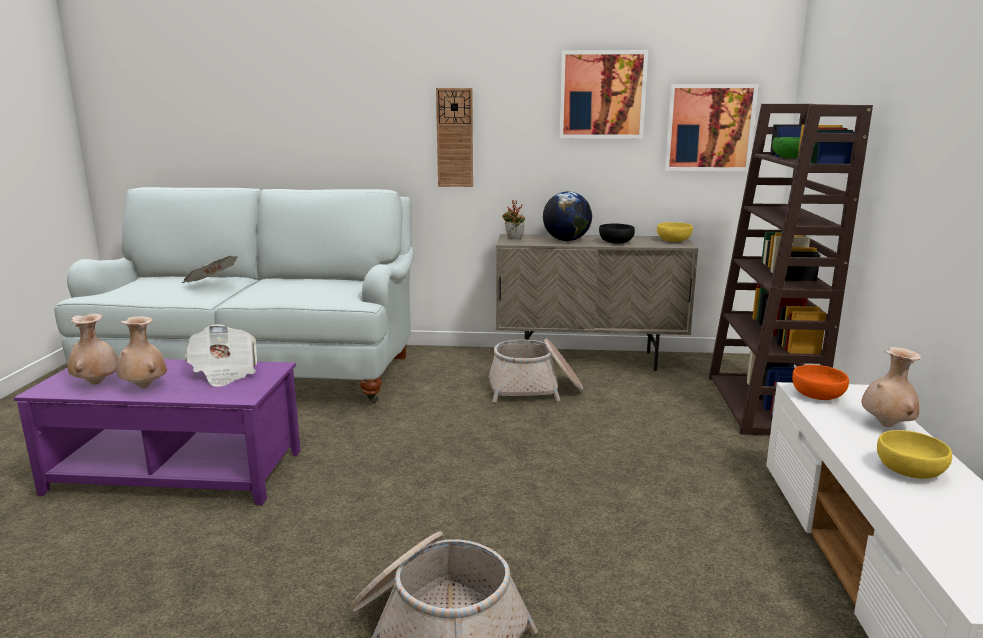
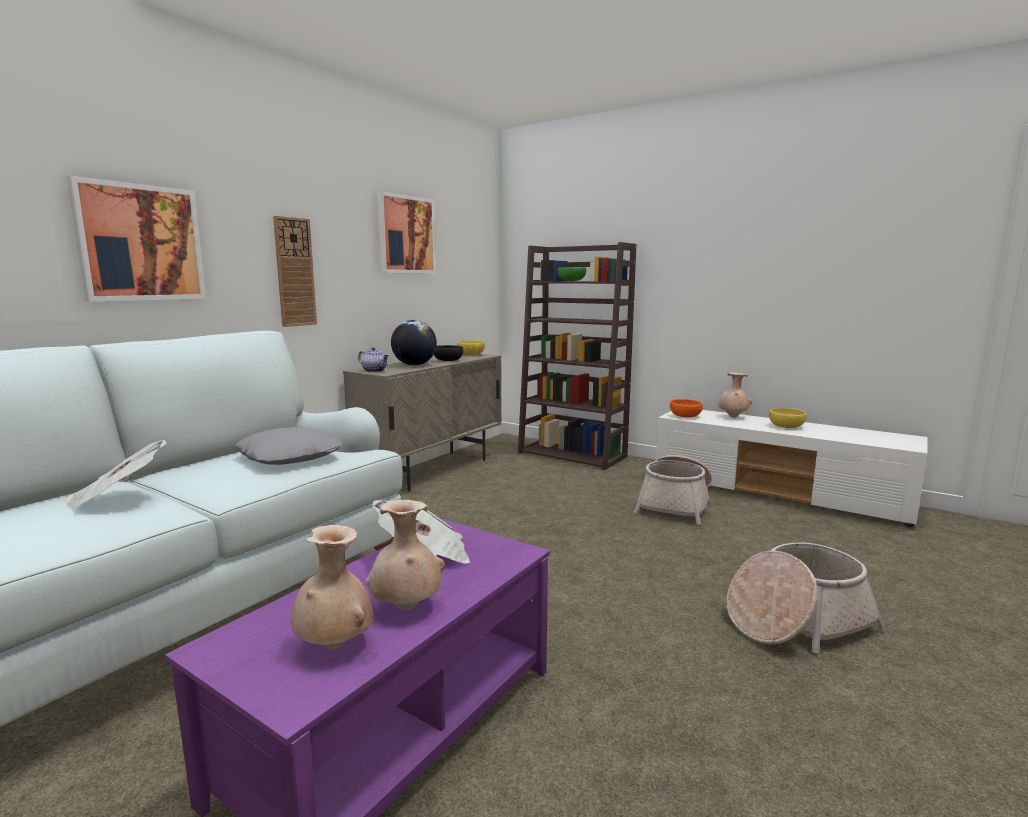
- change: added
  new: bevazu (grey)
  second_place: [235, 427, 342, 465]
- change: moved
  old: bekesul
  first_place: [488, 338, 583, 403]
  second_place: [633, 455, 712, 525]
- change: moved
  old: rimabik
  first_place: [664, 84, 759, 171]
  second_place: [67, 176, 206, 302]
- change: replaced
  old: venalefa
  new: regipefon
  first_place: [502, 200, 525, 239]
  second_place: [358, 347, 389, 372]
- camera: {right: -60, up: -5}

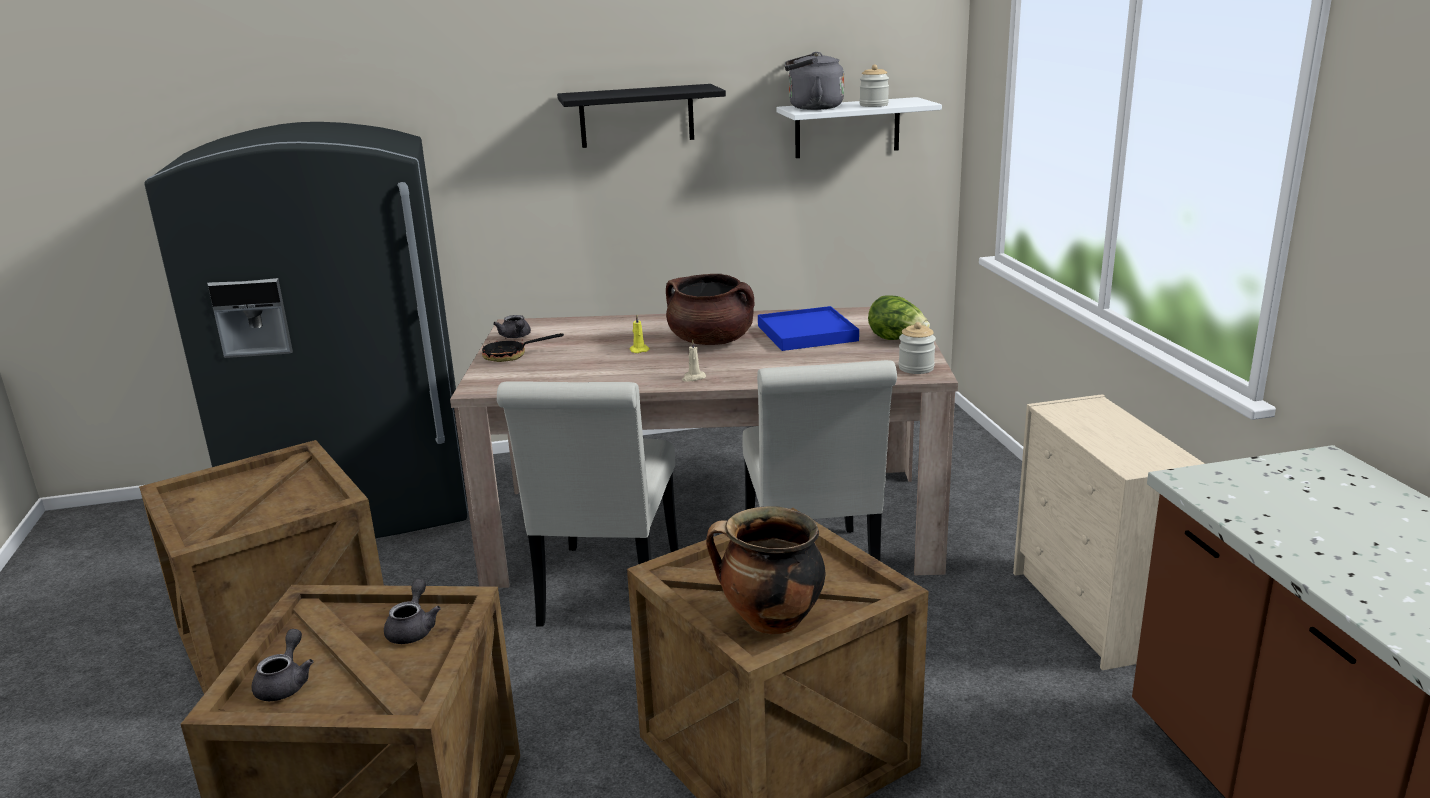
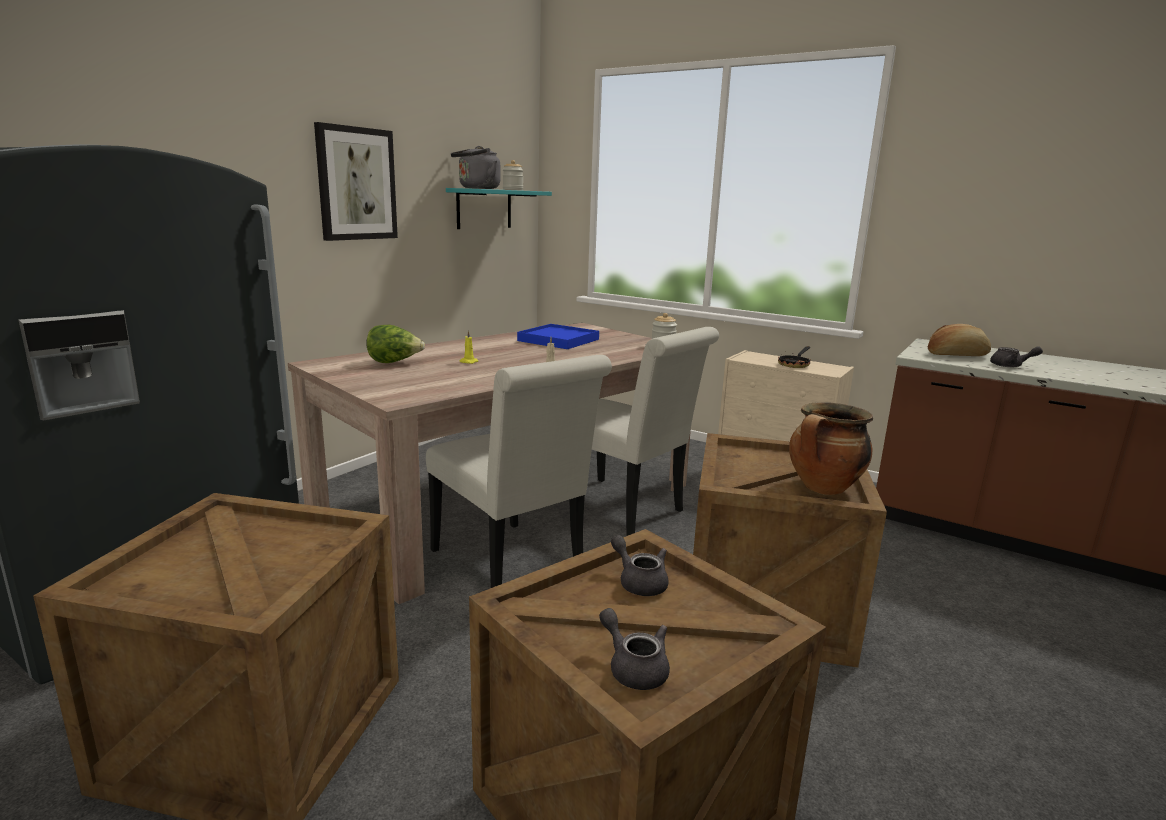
- change: removed
  old: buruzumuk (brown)
  first_place: [666, 274, 754, 345]
- change: added
  new: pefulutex
  second_place: [928, 324, 991, 356]
- change: moved
  old: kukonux
  first_place: [482, 331, 564, 362]
  second_place: [778, 346, 810, 368]
- change: moved
  old: regipefon (grey)
  first_place: [493, 315, 531, 338]
  second_place: [990, 346, 1043, 367]
- change: moved
  old: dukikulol
  first_place: [868, 295, 930, 340]
  second_place: [366, 325, 425, 363]
- change: replaced
  old: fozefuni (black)
  new: rimabik
  first_place: [557, 84, 726, 148]
  second_place: [314, 122, 398, 241]
- change: recoloured
  old: fozefuni (white)
  new: fozefuni (turquoise)
  first_place: [776, 97, 942, 158]
  second_place: [446, 188, 552, 229]
- camera: {right: -45, up: -5}

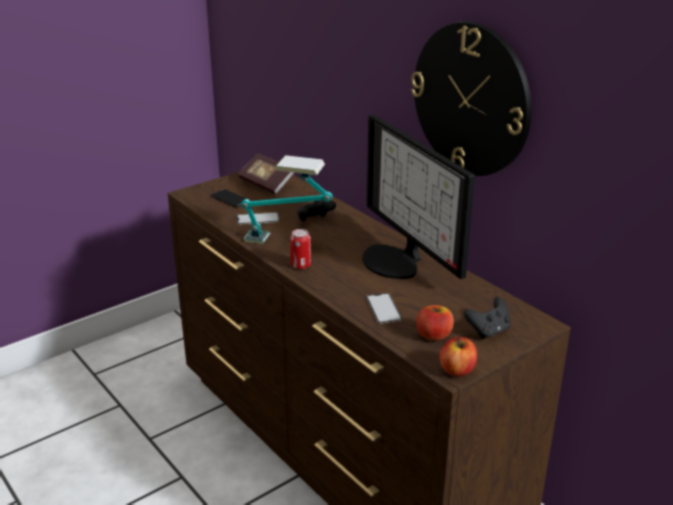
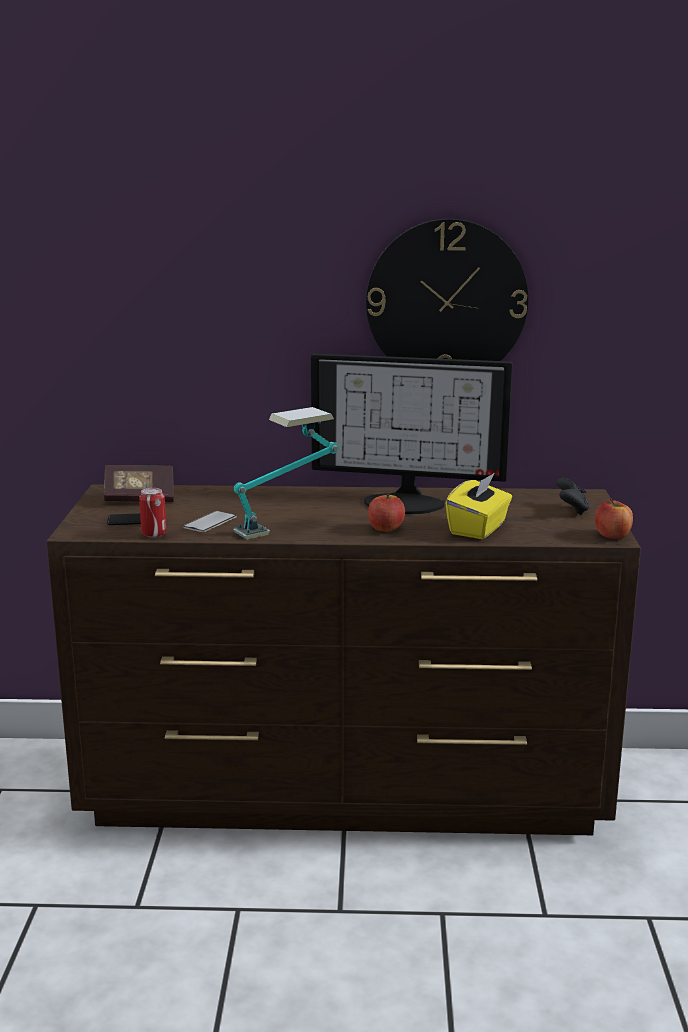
- change: removed
  old: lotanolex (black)
  first_place: [297, 201, 336, 221]
- change: moved
  old: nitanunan
  first_place: [290, 229, 311, 269]
  second_place: [139, 488, 167, 538]
- change: moved
  old: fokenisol
  first_place: [417, 305, 454, 341]
  second_place: [368, 494, 405, 532]
- change: replaced
  old: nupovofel
  new: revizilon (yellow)
  first_place: [366, 293, 402, 324]
  second_place: [445, 473, 512, 539]
- camera: {right: -50, up: -10}

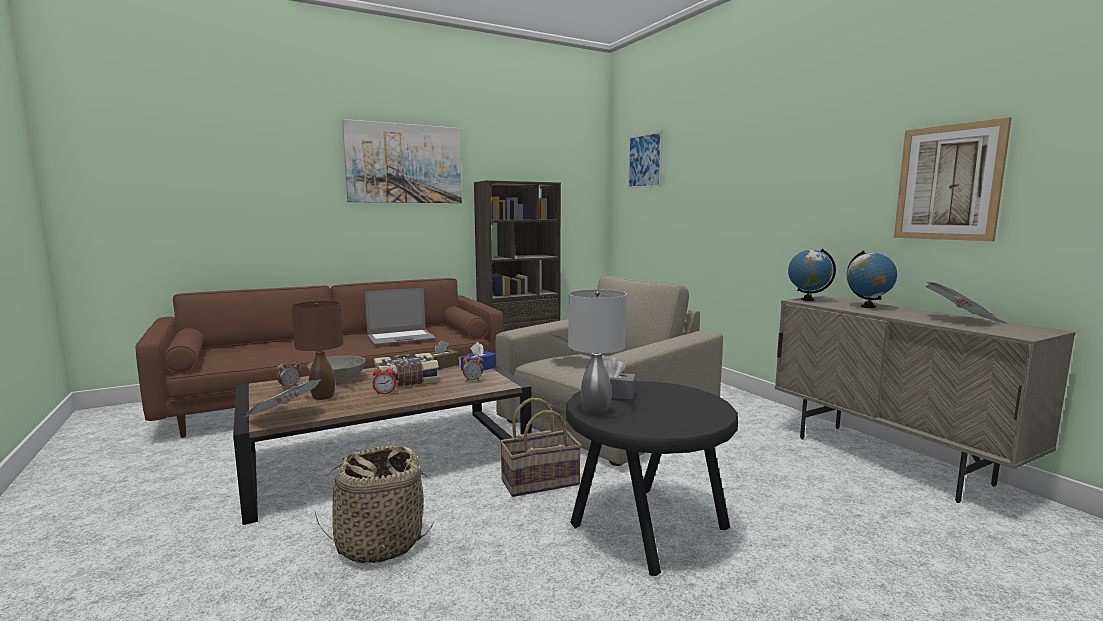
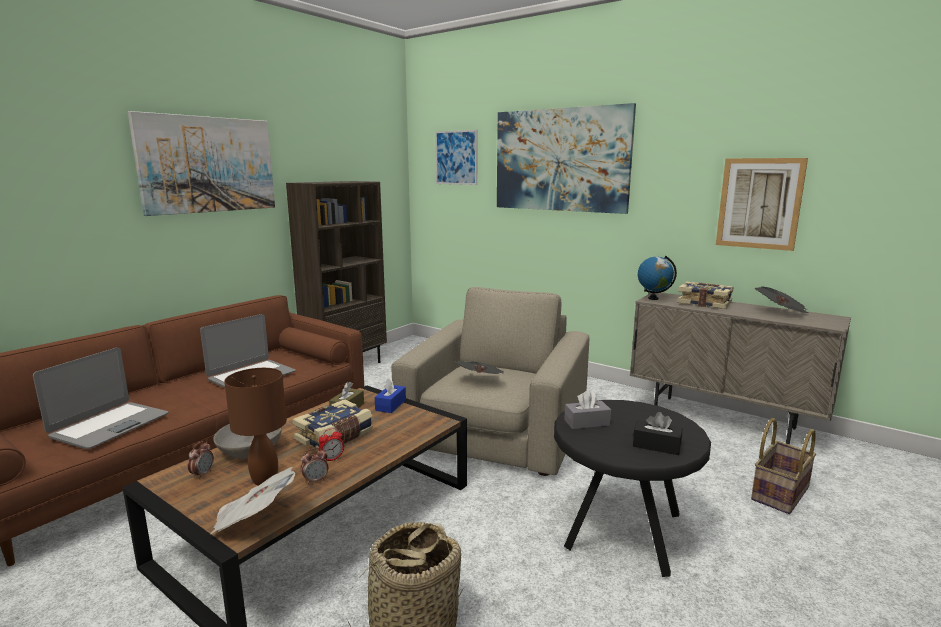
- change: removed
  old: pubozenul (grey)
  first_place: [568, 290, 627, 415]
- change: added
  new: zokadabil
  second_place: [33, 347, 169, 449]
- change: added
  new: rimabik
  second_place: [497, 103, 636, 214]
- change: added
  new: revizilon (black)
  second_place: [633, 412, 682, 455]
- change: moved
  old: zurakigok
  first_place: [463, 353, 483, 381]
  second_place: [301, 448, 328, 484]
- change: moved
  old: bekesul
  first_place: [500, 398, 582, 497]
  second_place: [751, 418, 816, 514]
- change: replaced
  old: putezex
  new: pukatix
  first_place: [847, 250, 897, 308]
  second_place: [677, 282, 733, 309]
- camera: {right: -25, up: 5}

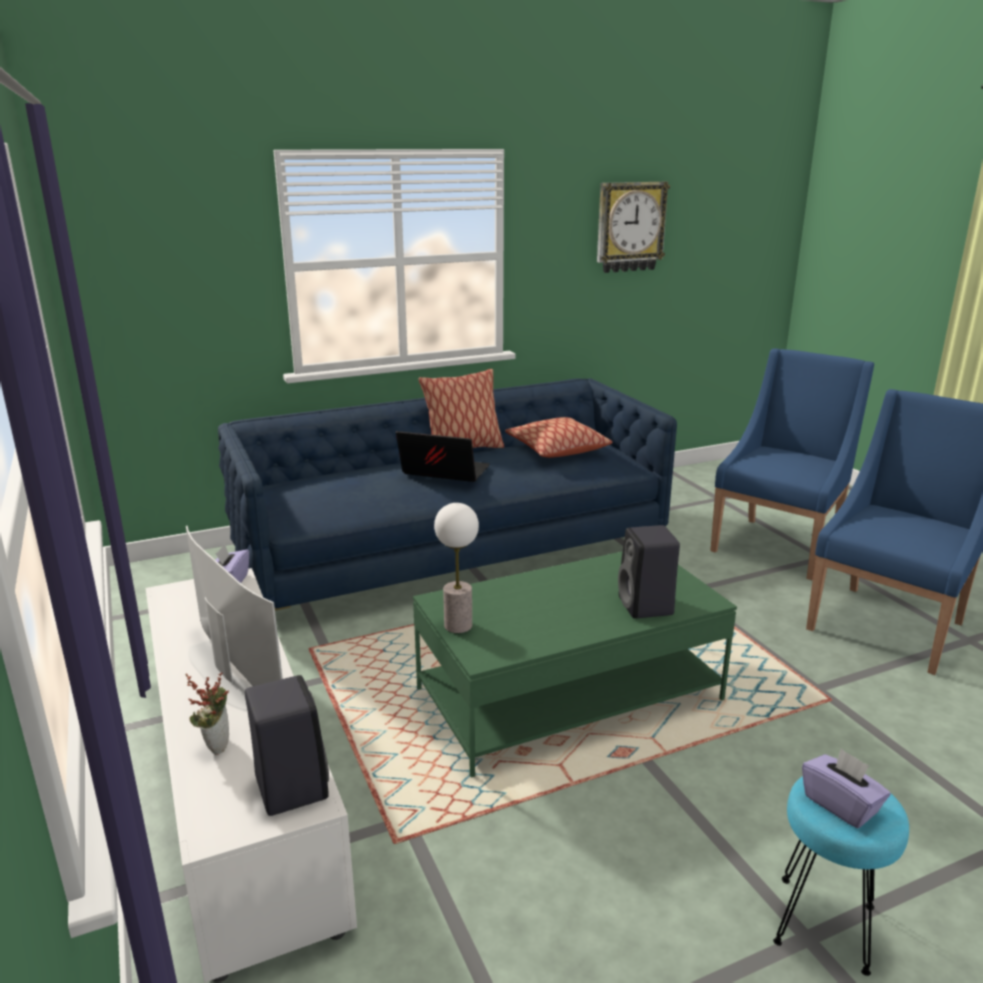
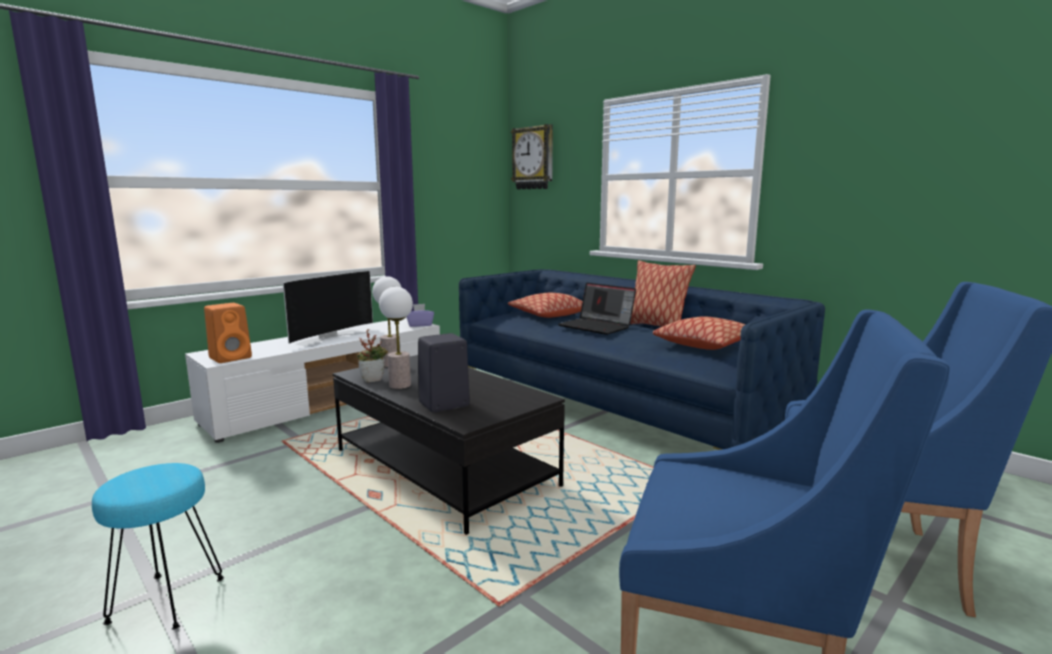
- change: removed
  old: revizilon (purple)
  first_place: [802, 748, 890, 828]
- change: added
  new: pubozenul
  second_place: [379, 287, 413, 389]
- change: added
  new: bevazu
  second_place: [508, 293, 583, 318]
- change: moved
  old: venalefa
  first_place: [186, 673, 229, 755]
  second_place: [357, 329, 388, 382]
- change: moved
  old: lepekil
  first_place: [597, 182, 670, 273]
  second_place: [511, 124, 553, 189]
- change: recoloured
  old: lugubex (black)
  new: lugubex (orange)
  first_place: [245, 675, 329, 816]
  second_place: [204, 303, 252, 363]
- change: recoloured
  old: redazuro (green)
  new: redazuro (black)
  first_place: [413, 552, 737, 778]
  second_place: [333, 355, 565, 535]
- change: turned
  old: zokadabil
  first_place: [396, 431, 490, 482]
  second_place: [558, 283, 636, 335]
  degrees: 135
- camera: {right: 70, up: -10}

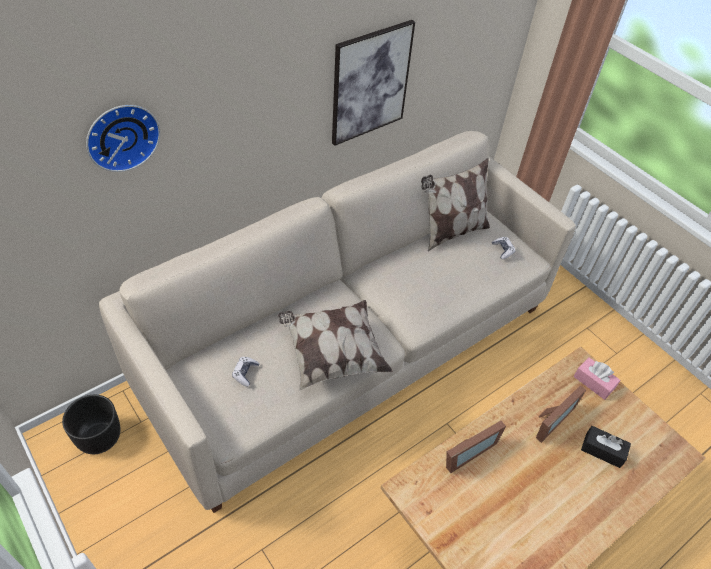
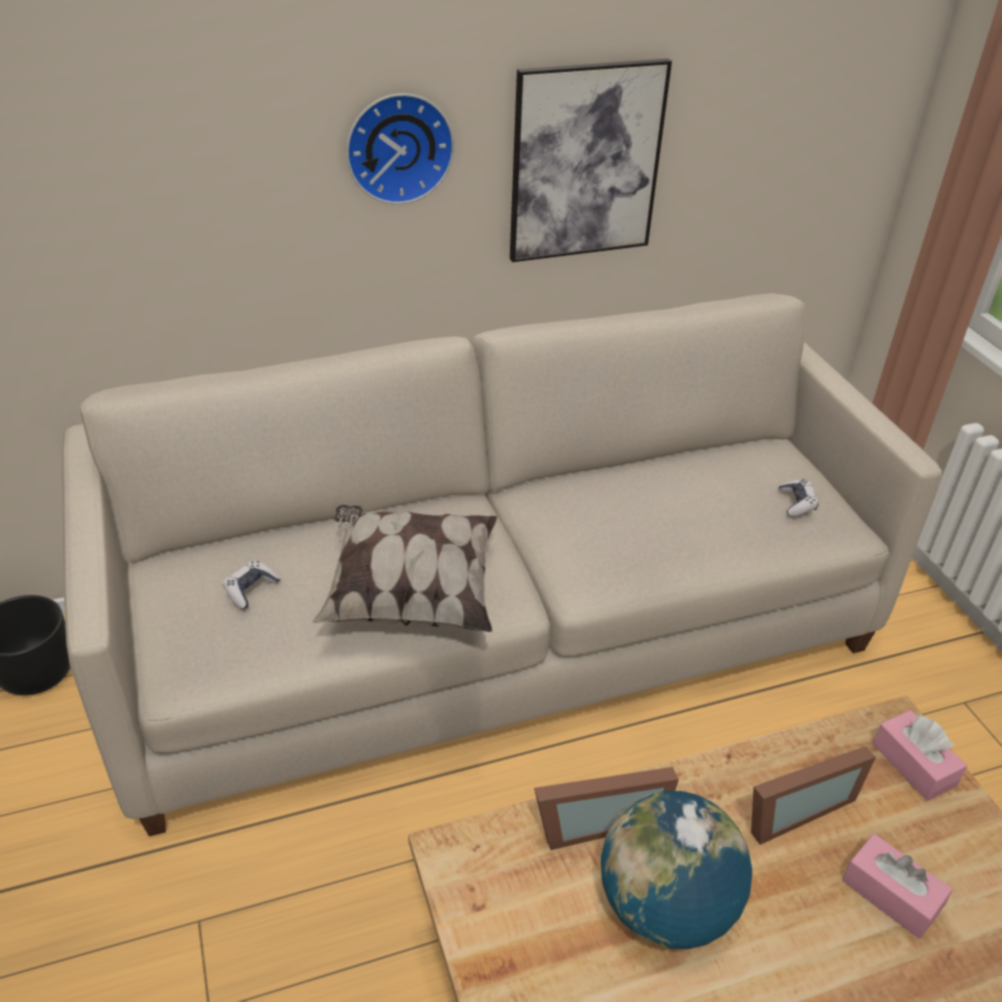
- change: removed
  old: bevazu
  first_place: [421, 158, 490, 251]
- change: added
  new: putezex
  second_place: [601, 791, 752, 949]
- change: moved
  old: lepekil
  first_place: [86, 105, 160, 172]
  second_place: [346, 93, 454, 204]
- change: recoloured
  old: revizilon (black)
  new: revizilon (pink)
  first_place: [581, 426, 631, 468]
  second_place: [842, 833, 952, 939]
- camera: {right: 20, up: -10}

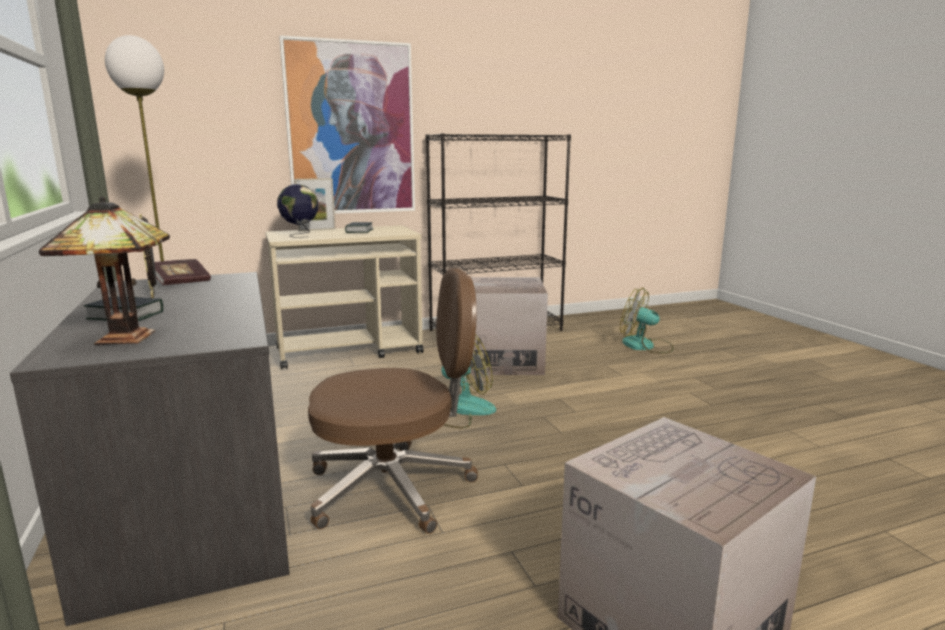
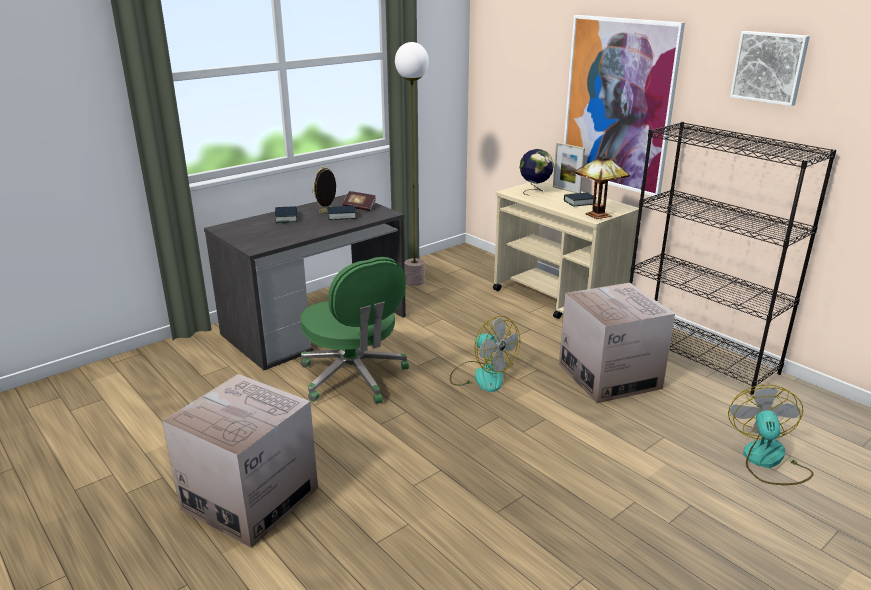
- change: added
  new: pukatix
  second_place: [327, 206, 356, 220]
- change: added
  new: rimabik
  second_place: [730, 31, 810, 106]
- change: moved
  old: pubozenul
  first_place: [39, 197, 170, 345]
  second_place: [575, 154, 630, 219]
- change: recoloured
  old: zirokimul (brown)
  new: zirokimul (green)
  first_place: [308, 268, 478, 534]
  second_place: [300, 257, 409, 404]
- camera: {right: 70, up: 10}

